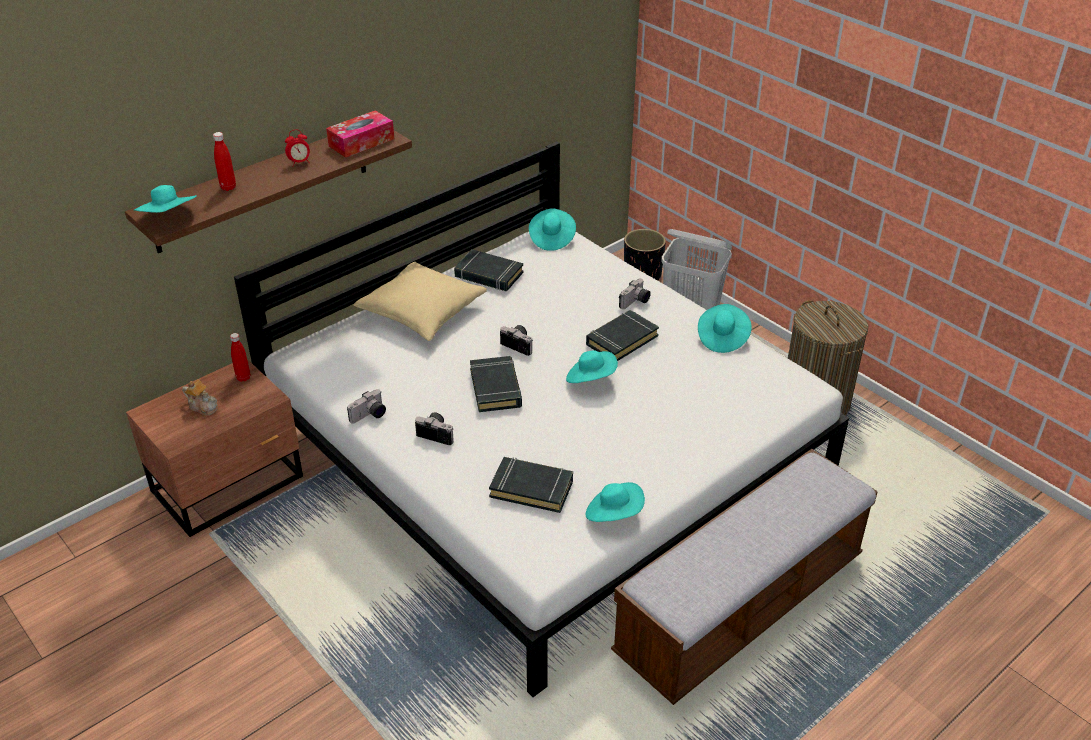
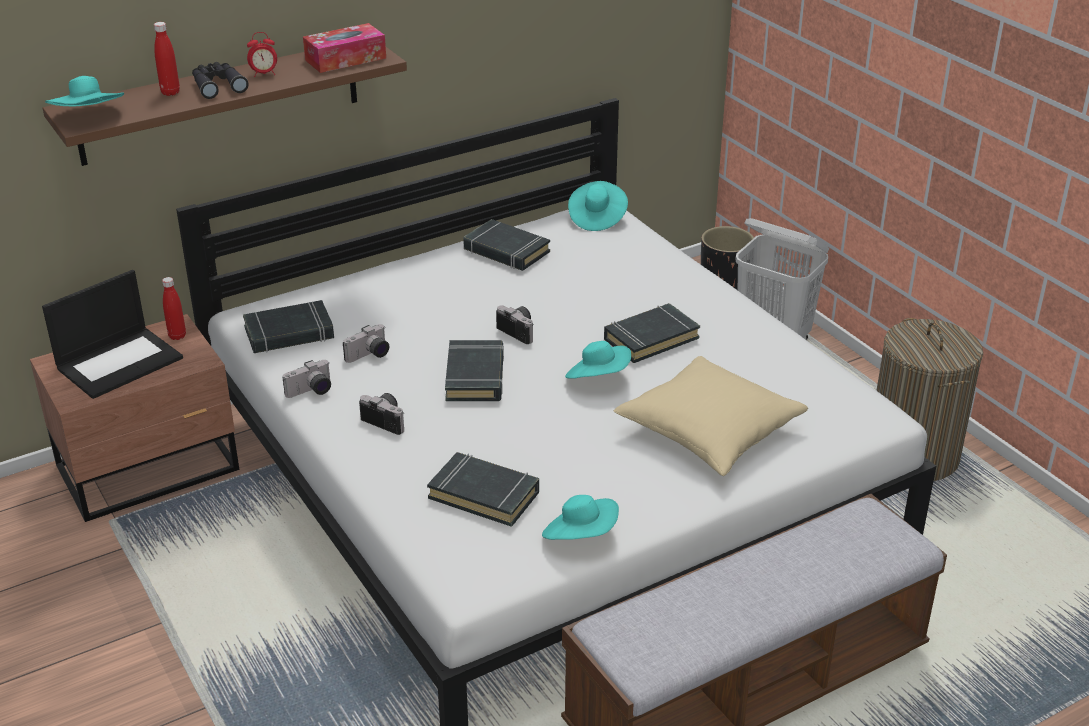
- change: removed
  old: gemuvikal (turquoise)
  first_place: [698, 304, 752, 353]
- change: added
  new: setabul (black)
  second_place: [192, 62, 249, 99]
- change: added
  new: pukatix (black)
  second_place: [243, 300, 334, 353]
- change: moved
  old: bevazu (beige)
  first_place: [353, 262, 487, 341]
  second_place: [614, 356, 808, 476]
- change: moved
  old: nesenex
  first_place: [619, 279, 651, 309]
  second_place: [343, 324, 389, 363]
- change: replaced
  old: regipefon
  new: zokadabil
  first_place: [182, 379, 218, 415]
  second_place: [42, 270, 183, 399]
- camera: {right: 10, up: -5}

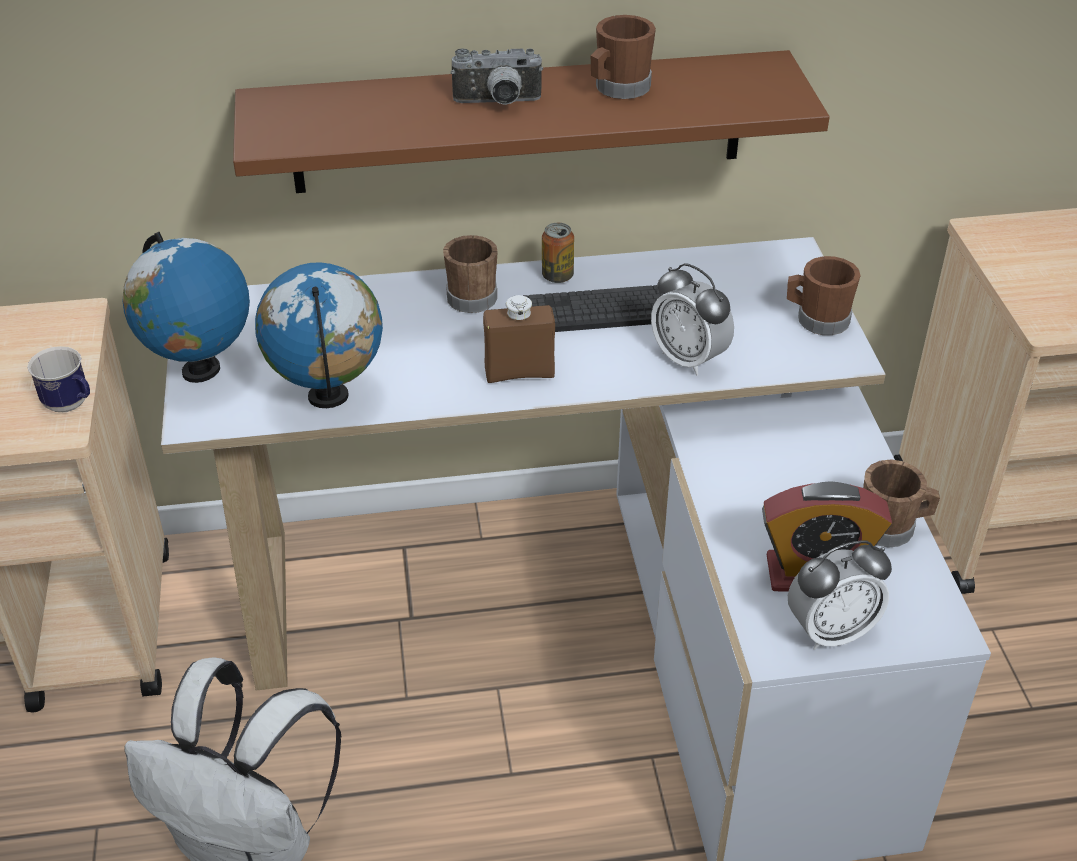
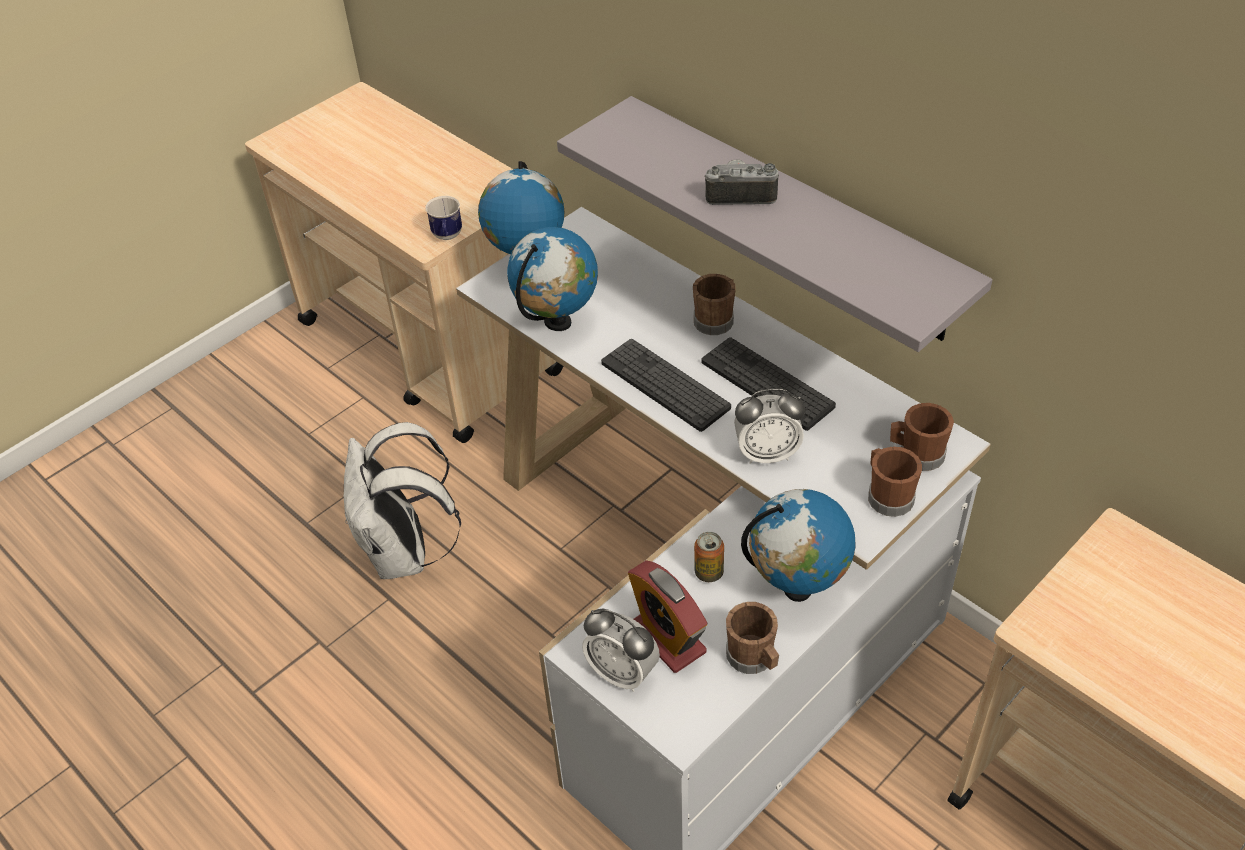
- change: added
  new: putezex
  second_place: [741, 489, 855, 602]
- change: moved
  old: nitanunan
  first_place: [542, 223, 574, 283]
  second_place: [694, 532, 724, 582]
- change: moved
  old: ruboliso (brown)
  first_place: [591, 15, 656, 99]
  second_place: [890, 403, 954, 471]
- change: replaced
  old: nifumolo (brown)
  new: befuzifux
  first_place: [483, 295, 555, 383]
  second_place: [601, 339, 731, 432]
- change: recoloured
  old: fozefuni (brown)
  new: fozefuni (grey)
  first_place: [233, 50, 829, 193]
  second_place: [557, 96, 993, 352]
- change: turned
  old: nesenex
  first_place: [451, 48, 543, 105]
  second_place: [704, 159, 779, 205]
  degrees: 135
- change: turned
  old: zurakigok
  first_place: [651, 263, 734, 376]
  second_place: [734, 389, 805, 464]
  degrees: -105
- camera: {right: 55, up: 5}

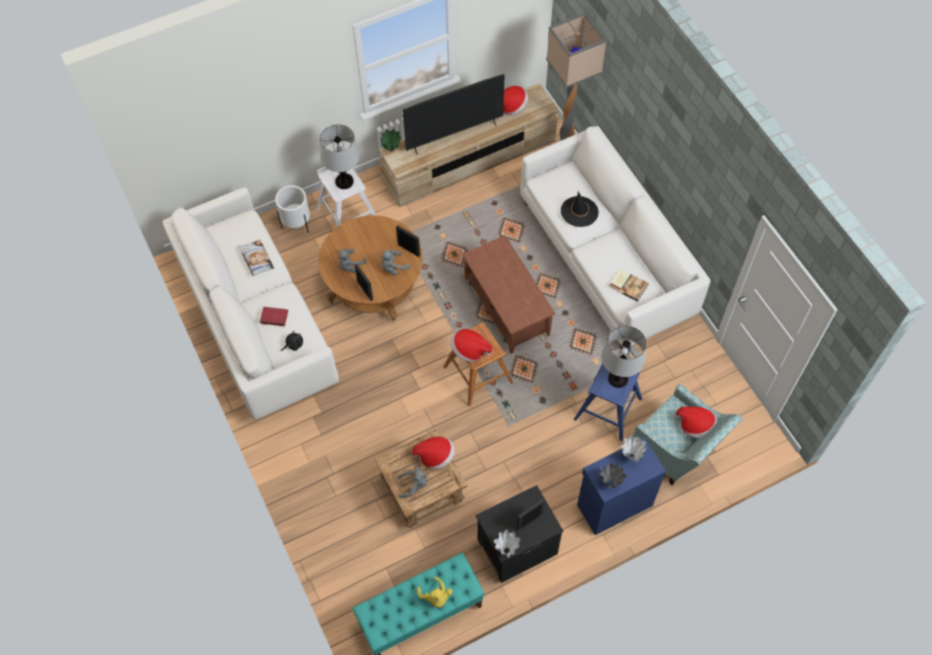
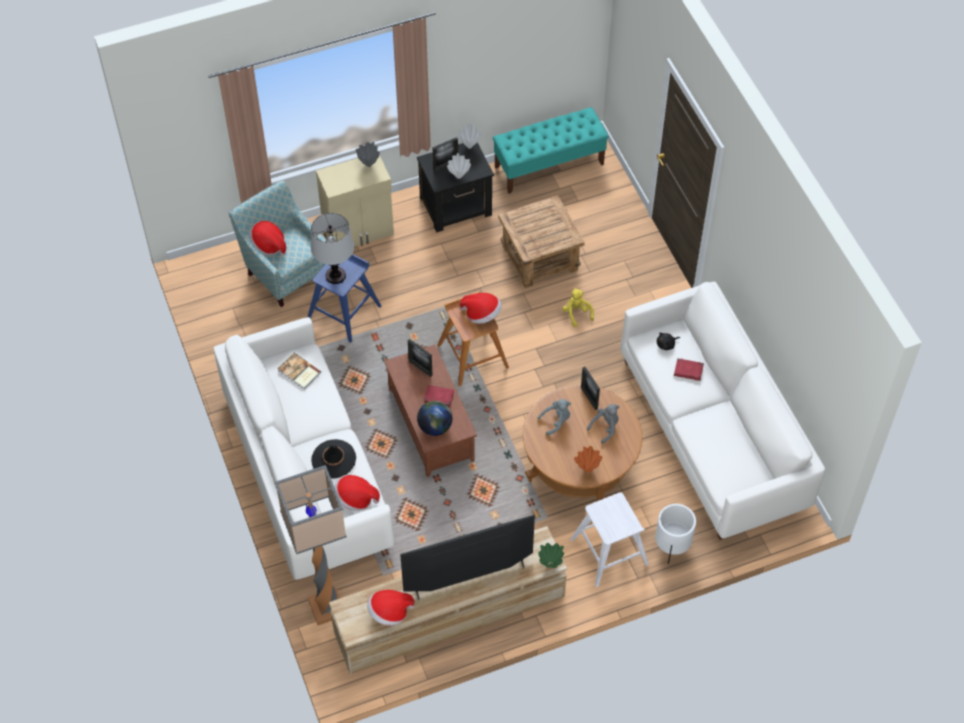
- change: removed
  old: bevazu
  first_place: [238, 240, 274, 276]
- change: removed
  old: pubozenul
  first_place: [320, 125, 360, 189]
- change: removed
  old: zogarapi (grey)
  first_place: [397, 466, 427, 498]
- change: added
  new: putezex
  second_place: [417, 401, 452, 436]
- change: added
  new: pukatix (red)
  second_place: [424, 385, 454, 407]
- change: added
  new: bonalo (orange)
  second_place: [574, 446, 603, 472]
- change: moved
  old: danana
  first_place: [396, 225, 420, 257]
  second_place: [408, 339, 432, 377]
- change: moved
  old: gemuvikal
  first_place: [412, 436, 455, 470]
  second_place: [334, 475, 380, 511]
- change: moved
  old: zogarapi (yellow)
  first_place: [417, 577, 452, 608]
  second_place: [562, 288, 594, 327]
- change: moved
  old: bonalo (white)
  first_place: [621, 435, 646, 462]
  second_place: [447, 153, 471, 179]
- change: recoloured
  old: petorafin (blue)
  new: petorafin (beige)
  first_place: [577, 438, 666, 535]
  second_place: [316, 155, 394, 247]
- camera: {right: -175, up: -5}

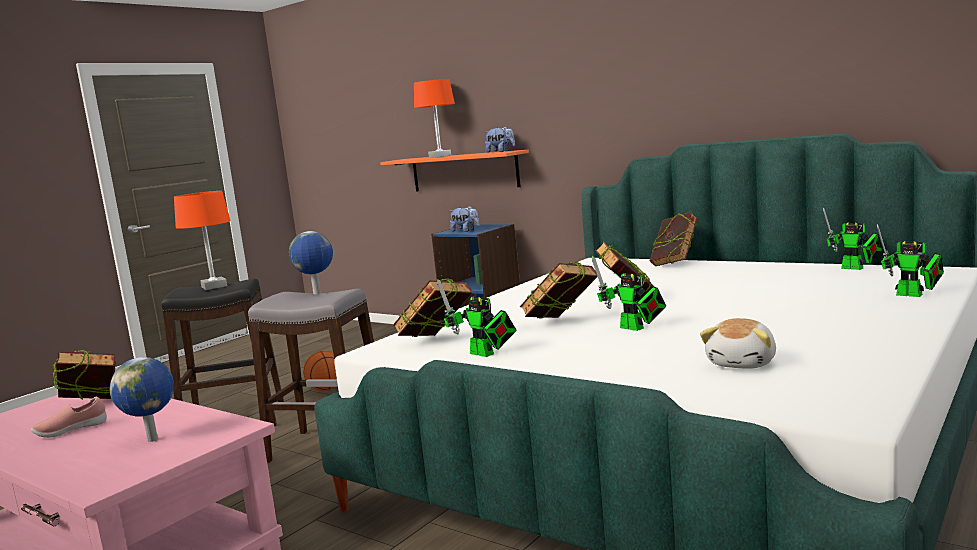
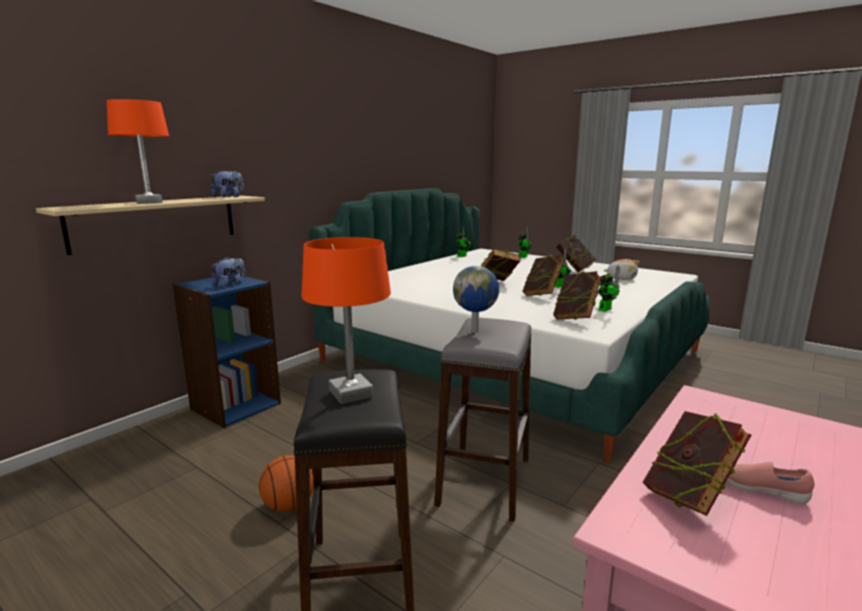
- change: removed
  old: putezex
  first_place: [110, 357, 174, 442]
- change: moved
  old: pukatix
  first_place: [650, 212, 698, 266]
  second_place: [556, 235, 596, 273]
- change: recoloured
  old: fozefuni (orange)
  new: fozefuni (beige)
  first_place: [380, 150, 529, 191]
  second_place: [36, 196, 265, 255]
- change: turned
  old: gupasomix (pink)
  first_place: [31, 396, 107, 438]
  second_place: [726, 461, 814, 504]
  degrees: 150
- camera: {right: -90, up: 5}

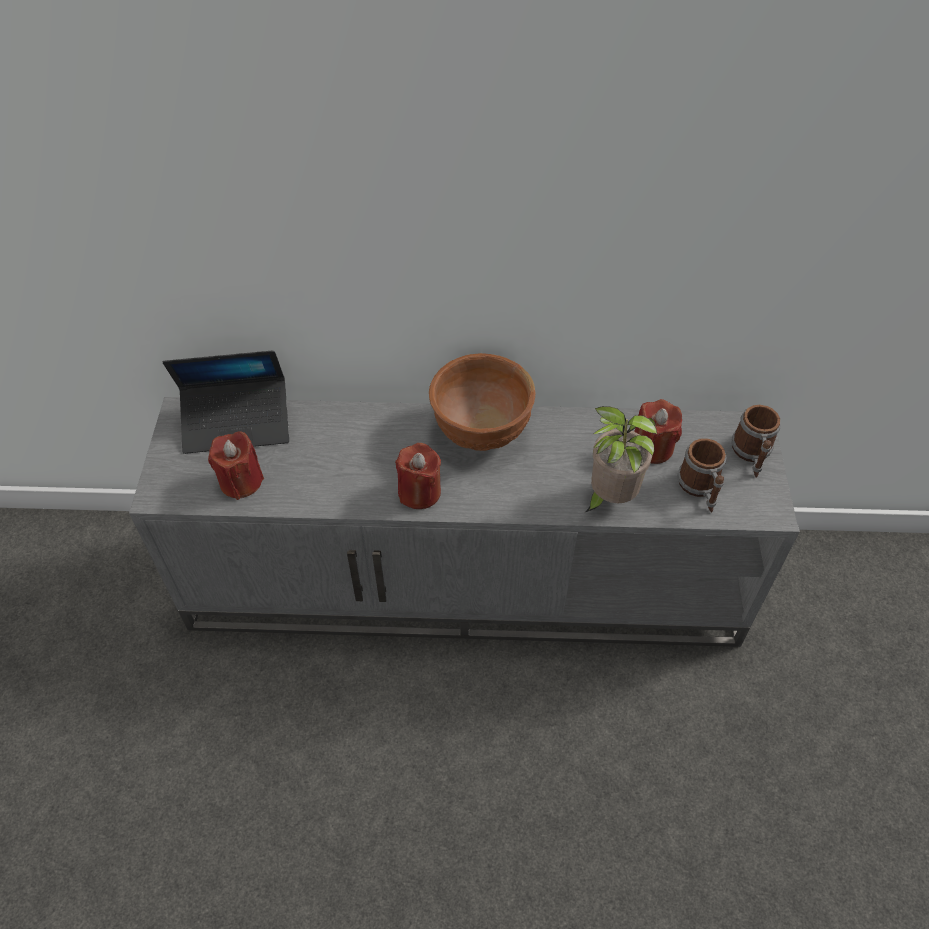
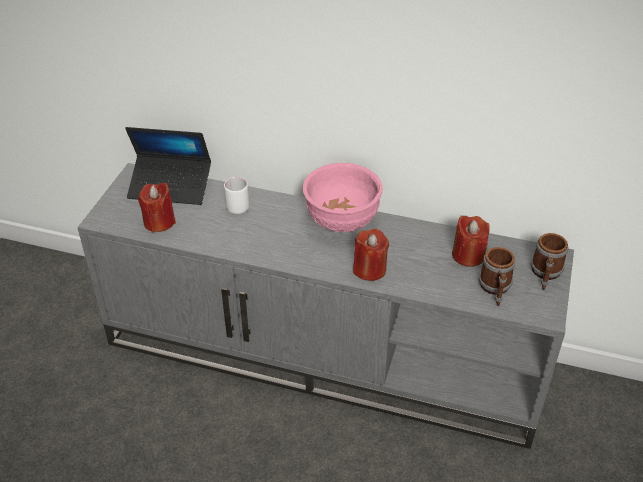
- change: removed
  old: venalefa
  first_place: [584, 406, 657, 513]
- change: added
  new: ruboliso (white)
  second_place: [224, 177, 249, 214]
- change: moved
  old: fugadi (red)
  first_place: [395, 443, 441, 509]
  second_place: [353, 229, 389, 281]
- change: recoloured
  old: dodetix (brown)
  new: dodetix (pink)
  first_place: [429, 353, 535, 451]
  second_place: [303, 163, 383, 232]
- camera: {right: 15, up: -10}

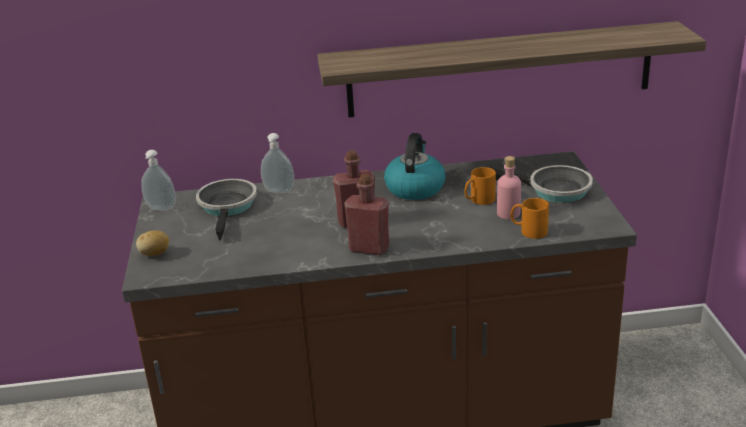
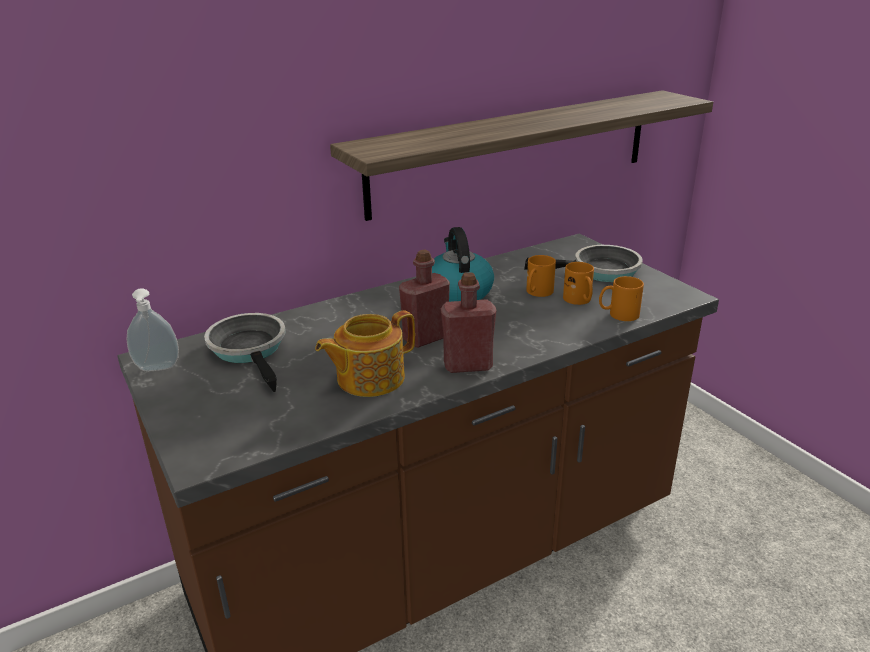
- change: removed
  old: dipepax
  first_place: [136, 231, 169, 256]
- change: removed
  old: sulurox
  first_place: [261, 133, 295, 193]
- change: added
  new: regipefon
  second_place: [315, 311, 415, 397]
- change: replaced
  old: nifumolo (pink)
  new: ruboliso (orange)
  first_place: [497, 156, 521, 219]
  second_place: [563, 262, 594, 305]
- camera: {right: -25, up: 0}

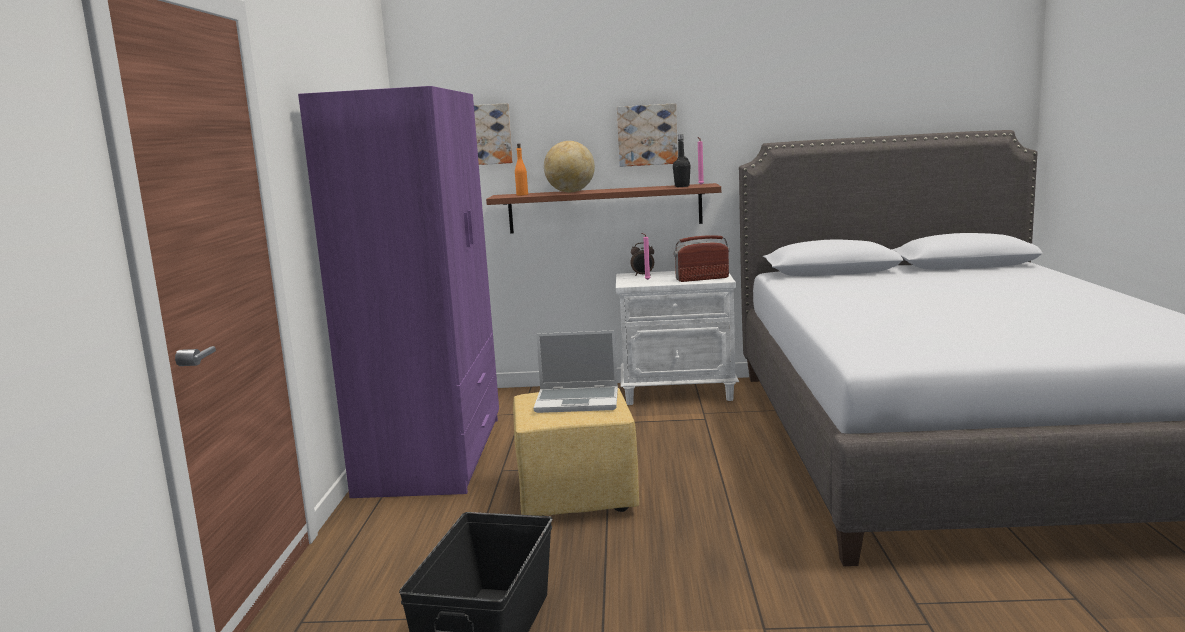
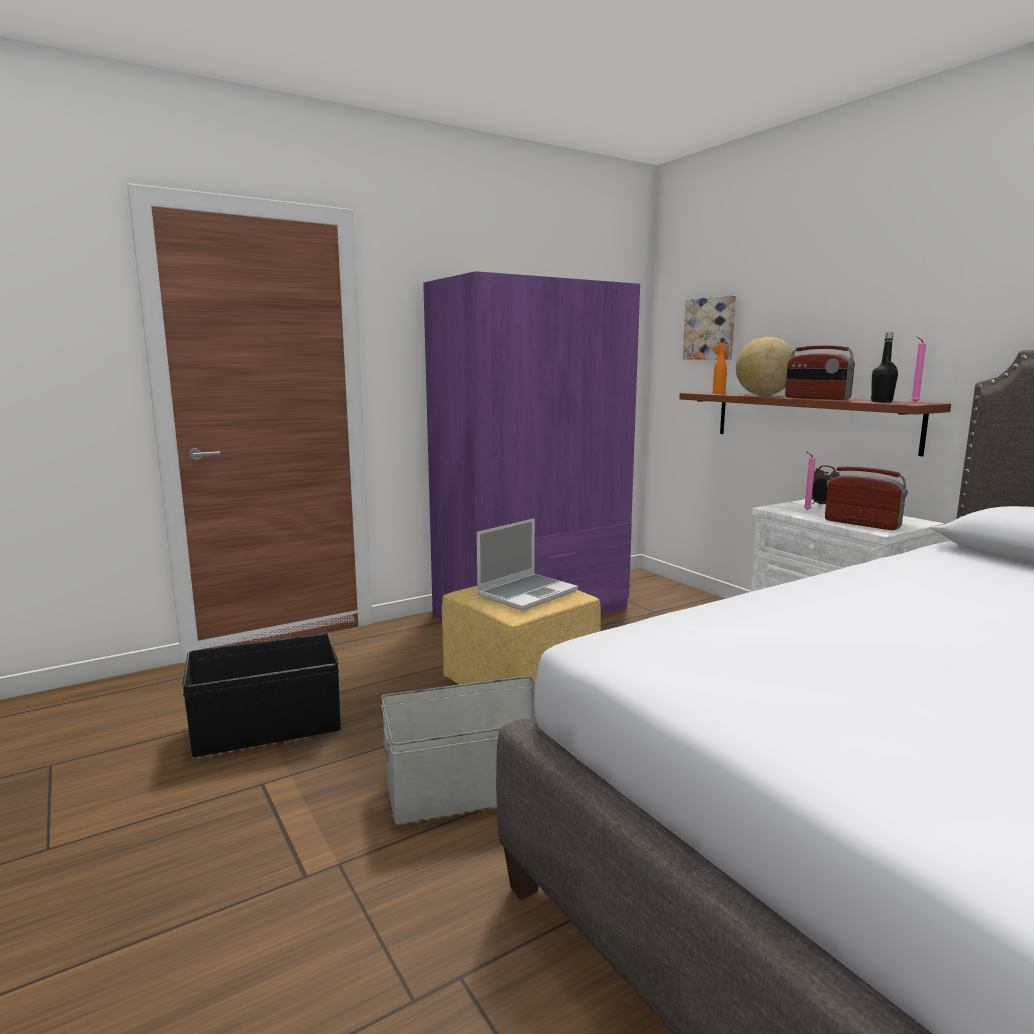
- change: removed
  old: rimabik
  first_place: [617, 103, 678, 167]
- change: added
  new: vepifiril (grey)
  second_place: [381, 676, 536, 824]
- change: added
  new: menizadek
  second_place: [785, 345, 855, 400]
- change: turned
  old: zokadabil
  first_place: [534, 330, 618, 413]
  second_place: [477, 518, 578, 611]
  degrees: -105
- camera: {right: 55, up: 0}

